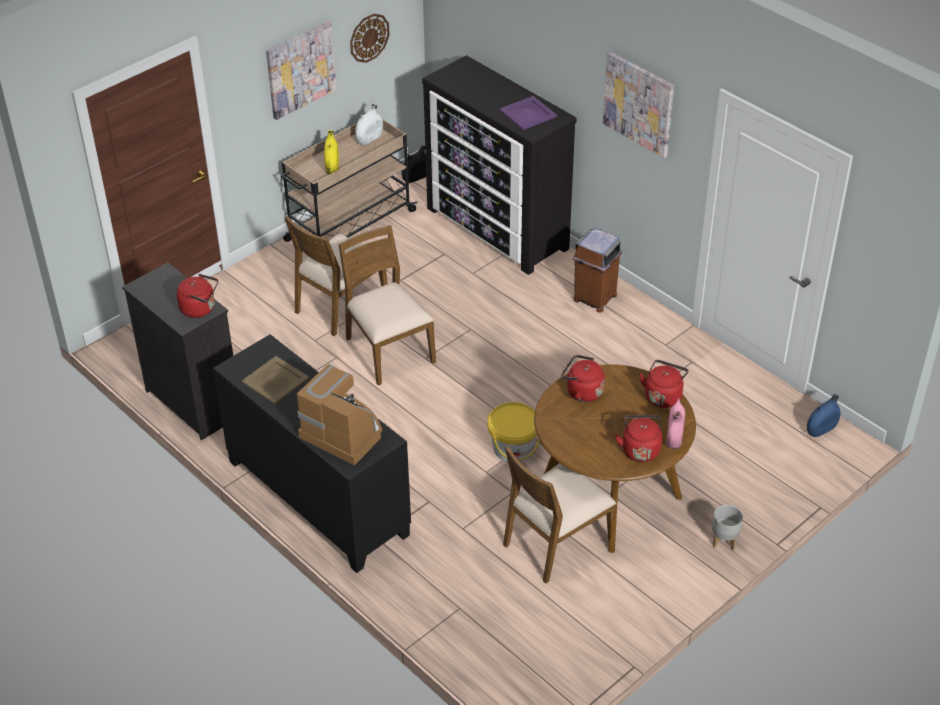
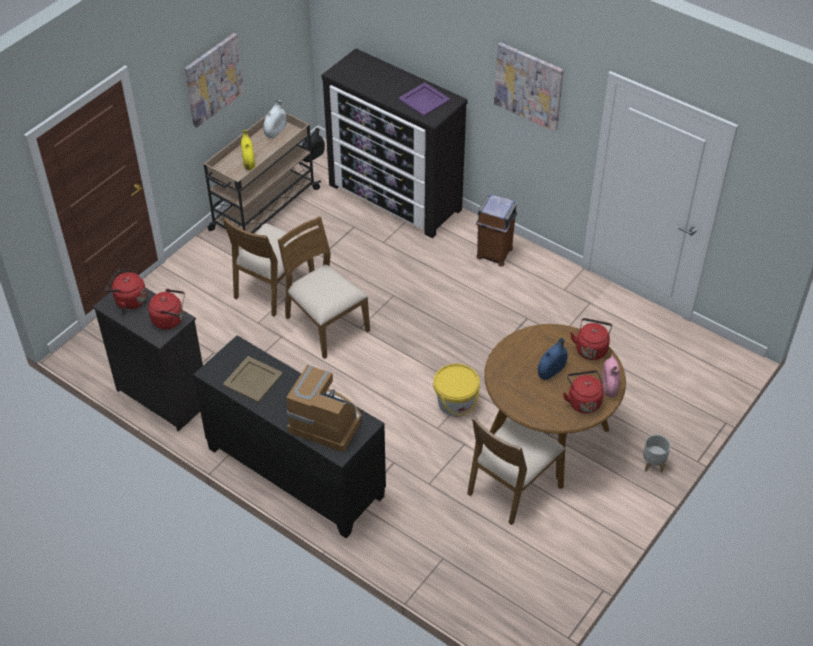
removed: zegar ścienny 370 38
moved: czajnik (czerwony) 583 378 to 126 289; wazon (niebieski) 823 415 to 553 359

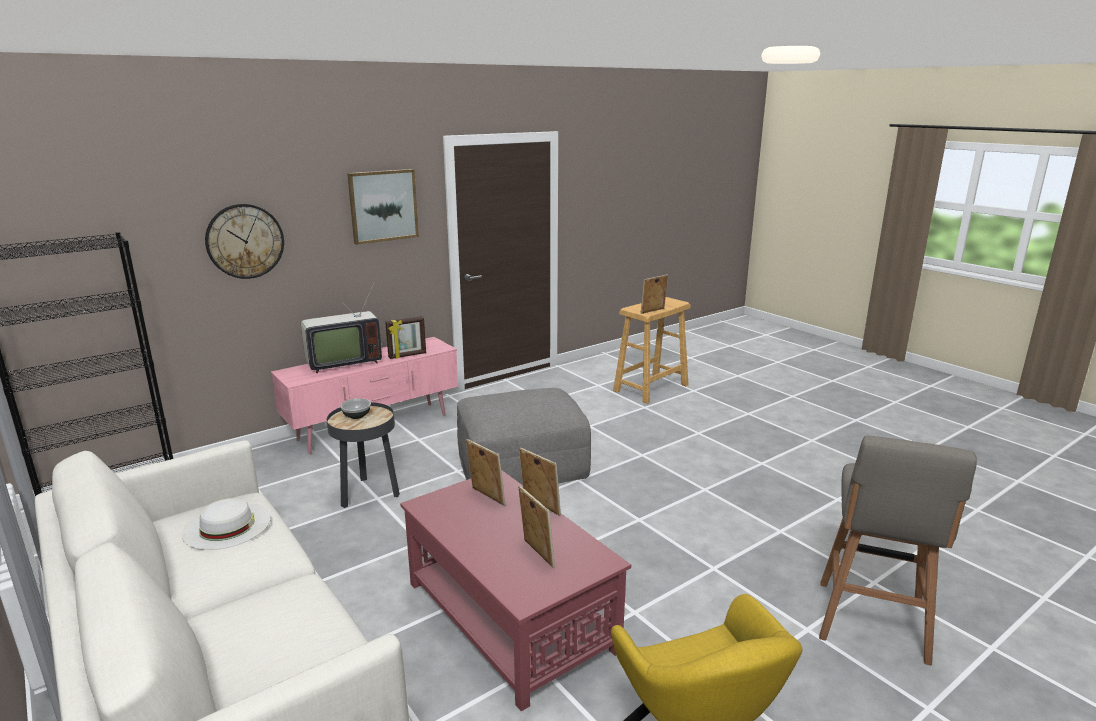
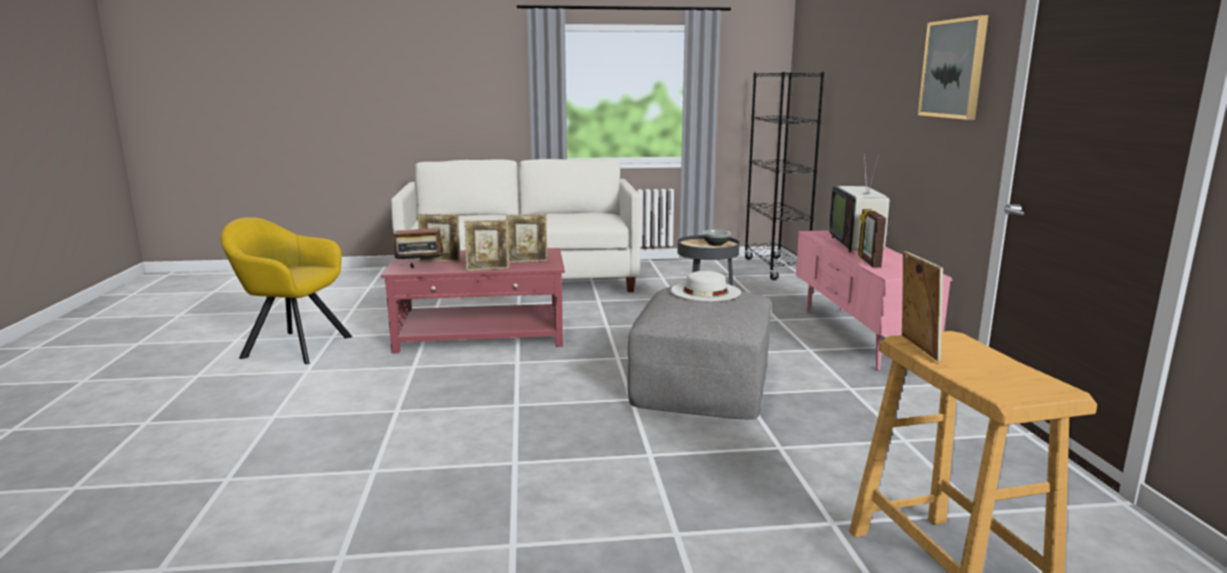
removed: zegar ścienny 244 241; stołek (szary) 898 550
added: radio 418 248
moved: kapelusz (biały) 226 524 to 706 286

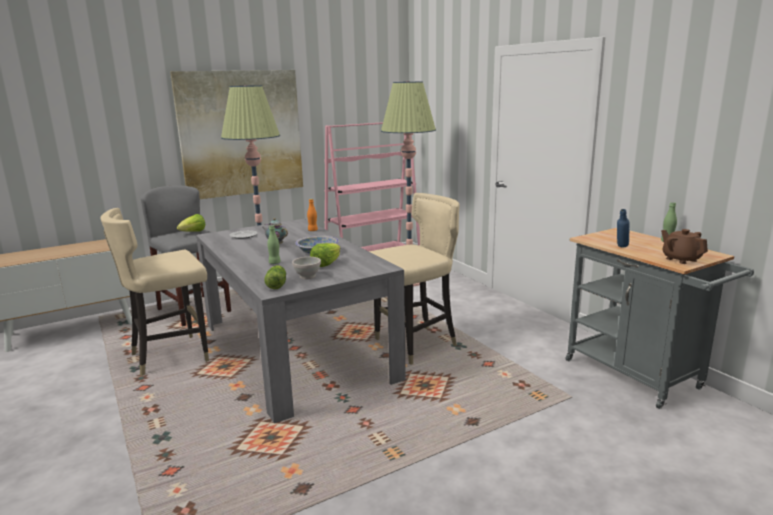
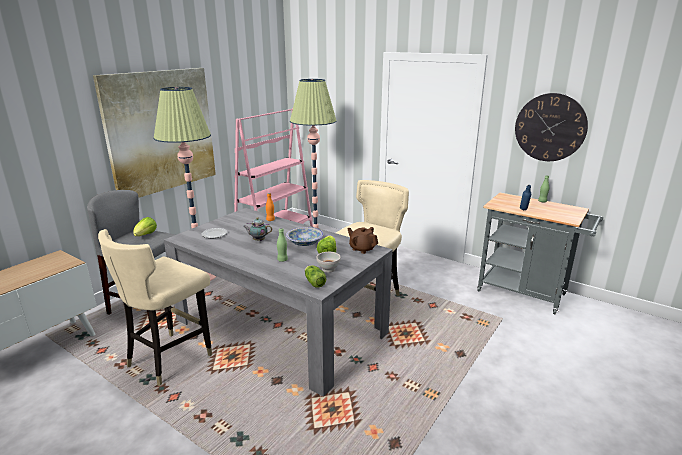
added: zegar ścienny 551 127
moved: imbryk (brązowy) 684 246 to 362 240

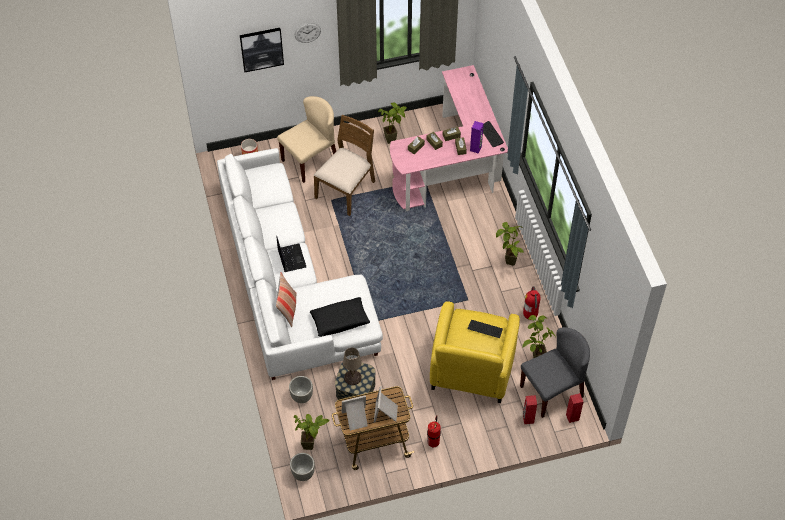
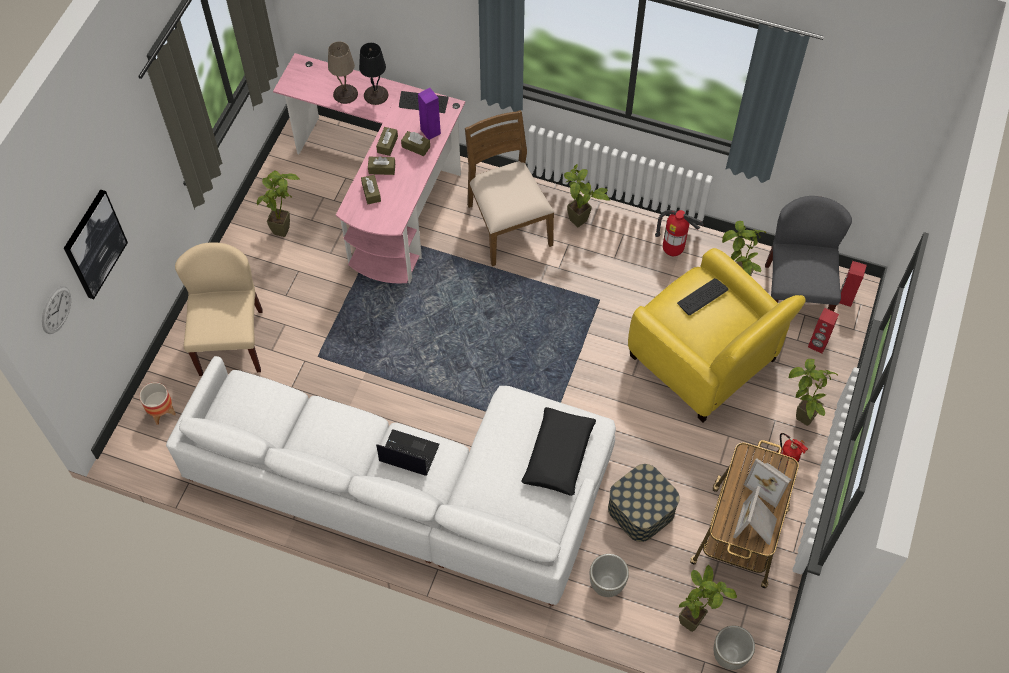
removed: poduszka 286 300
added: lampa stołowa (czarny) 373 74; roślina doniczkowa 813 392
moved: zegar ścienny 308 33 to 56 310; lampa stołowa (beżowy) 352 366 to 343 72; krzesło (brązowy) 344 165 to 509 188

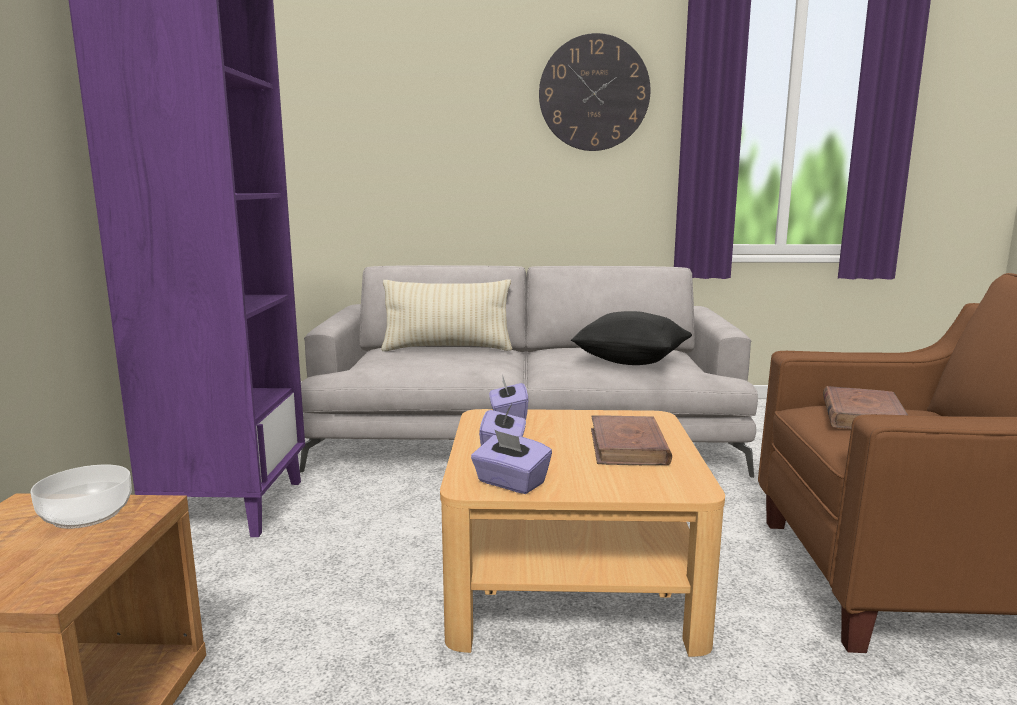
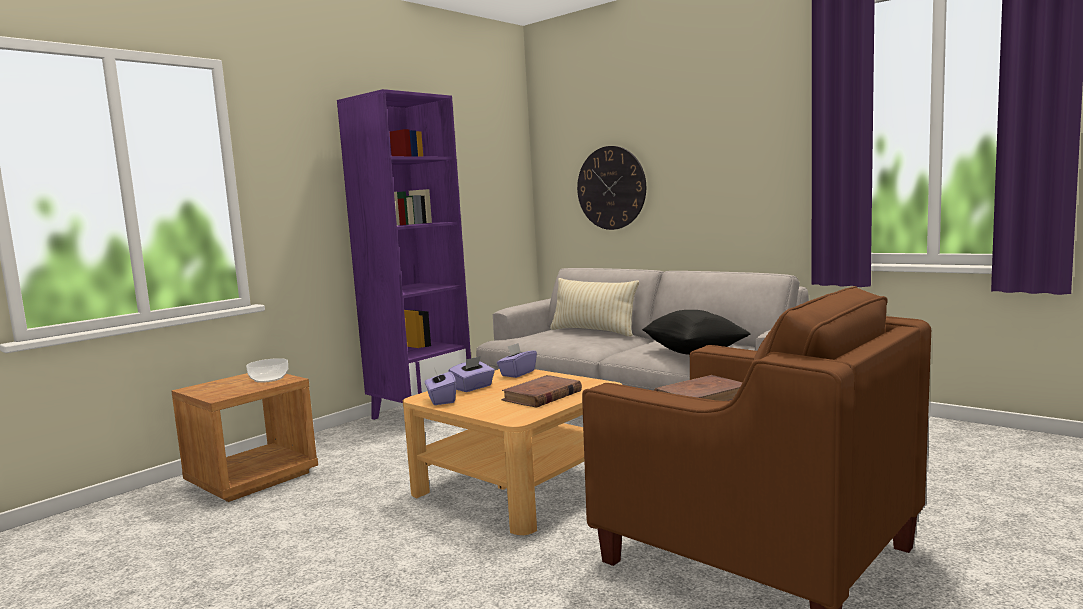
moved: zegar ścienny 595 92 to 611 188

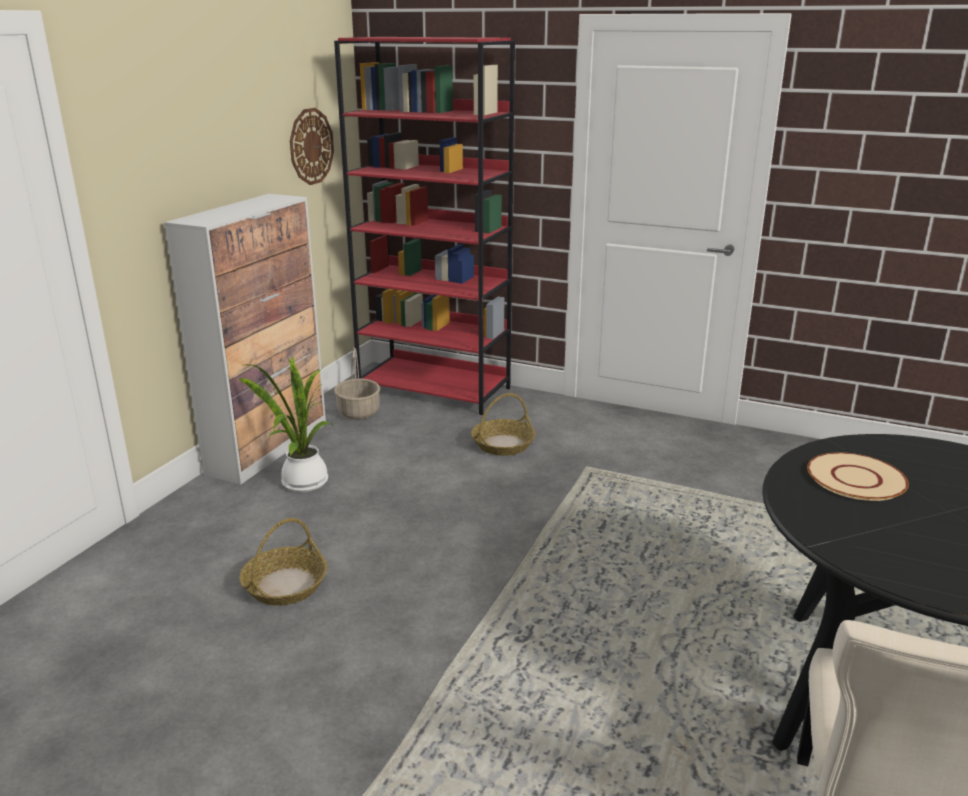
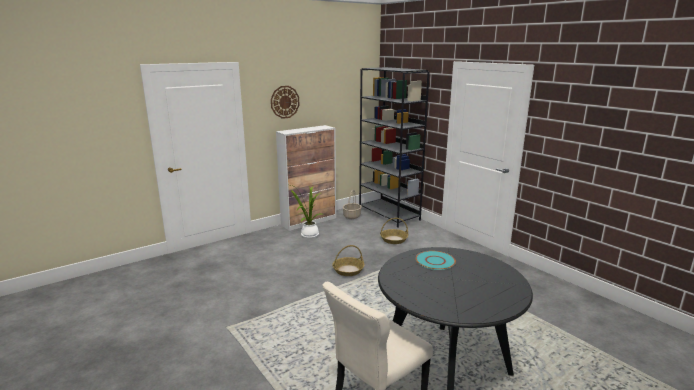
moved: zegar ścienny 312 146 to 285 102; koszyk 283 562 to 348 260
recoloured: regał (czerwony) 424 226 to regał (czarny) 394 147; talerz (beżowy) 858 476 to talerz (turkusowy) 436 260

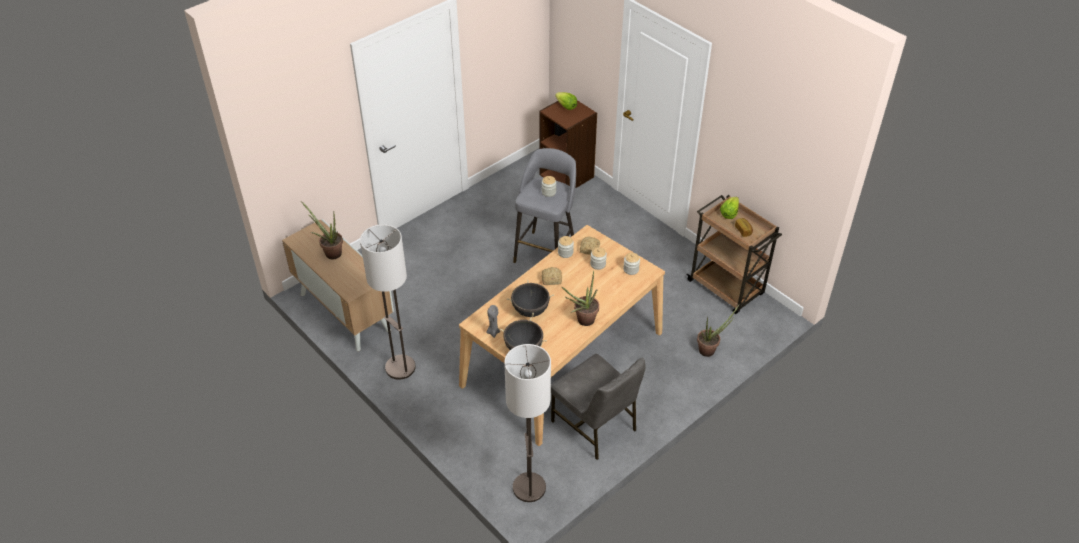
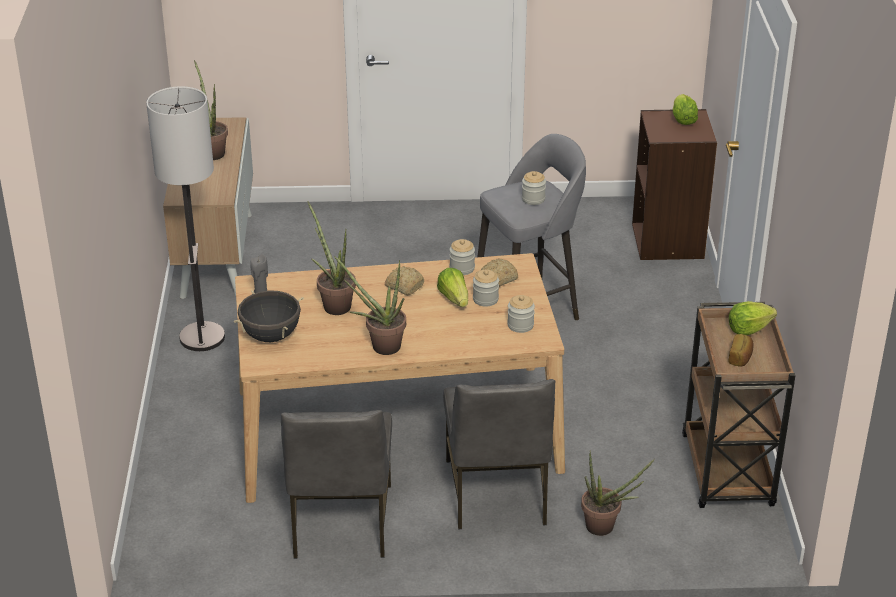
removed: lampa stojąca 527 423
added: sałata 452 287; krzesło (szary) 499 454
replaced: garnek (czarny) 530 299 to roślina doniczkowa 331 258

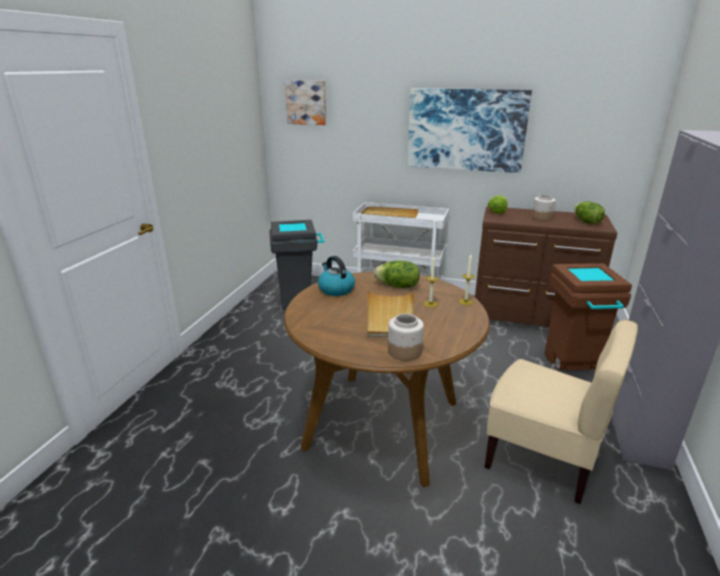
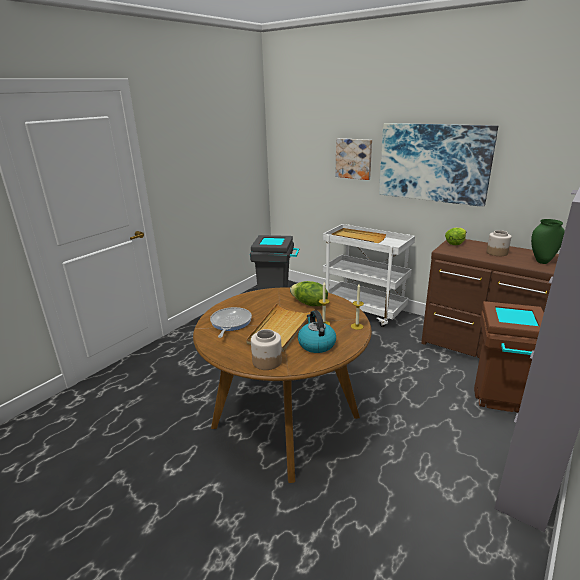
removed: krzesło (beżowy) 561 412
added: patelnia 231 322
moved: czajnik 336 276 to 317 331; obraz 305 102 to 353 159
replaced: sałata 589 212 to wazon (zielony) 548 241

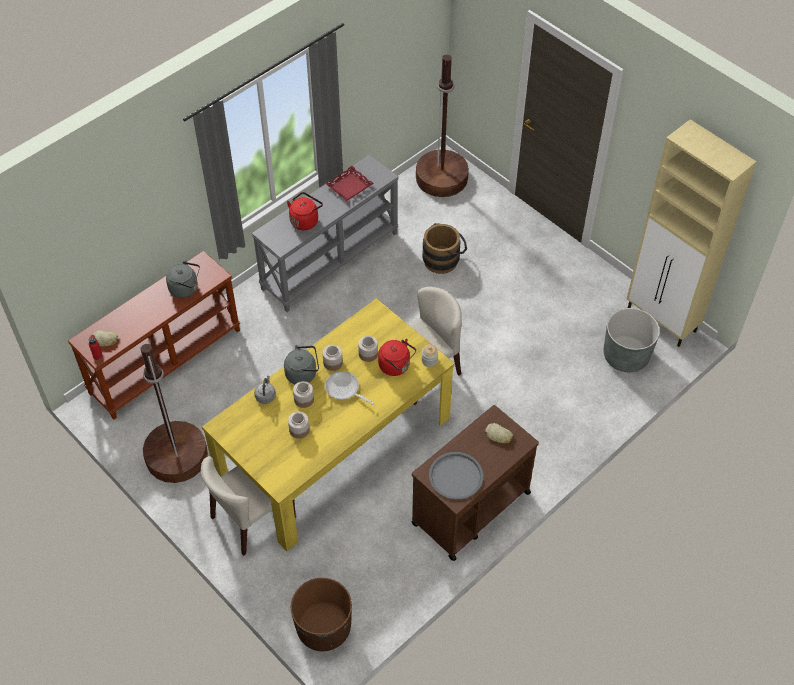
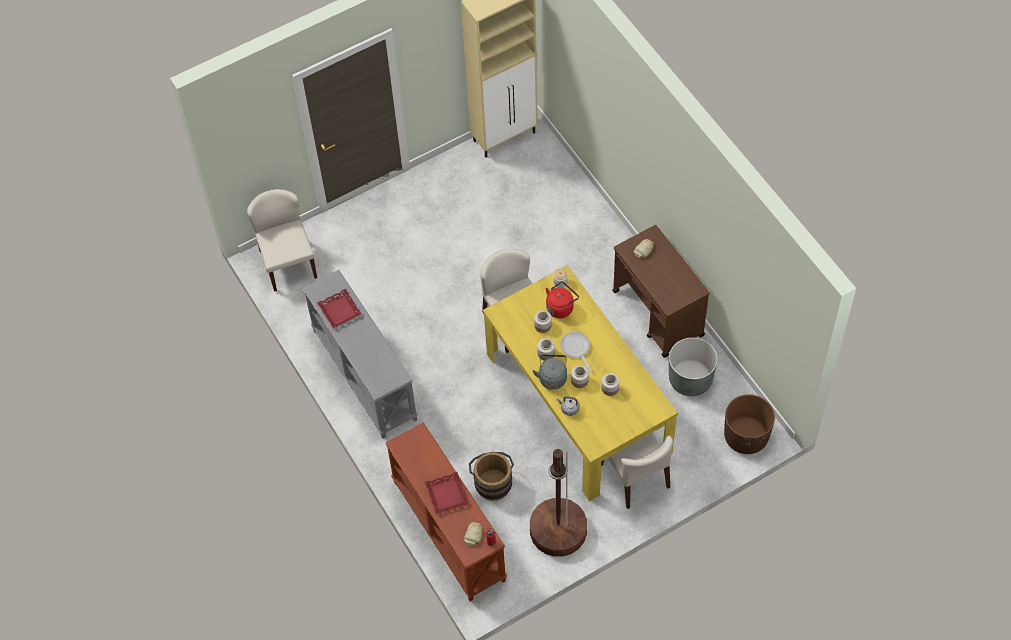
removed: czajnik (szary) 183 279; czajnik (czerwony) 305 211; taca (szary) 456 476
added: taca (czerwony) 447 493
moved: wiadro (brązowy) 444 248 to 491 476; donica (szary) 632 340 to 693 366
replaced: lampa stojąca (brązowy) 442 125 to krzesło (beżowy) 282 240
turned: patelnia 349 388 = 576 351 105 degrees clockwise

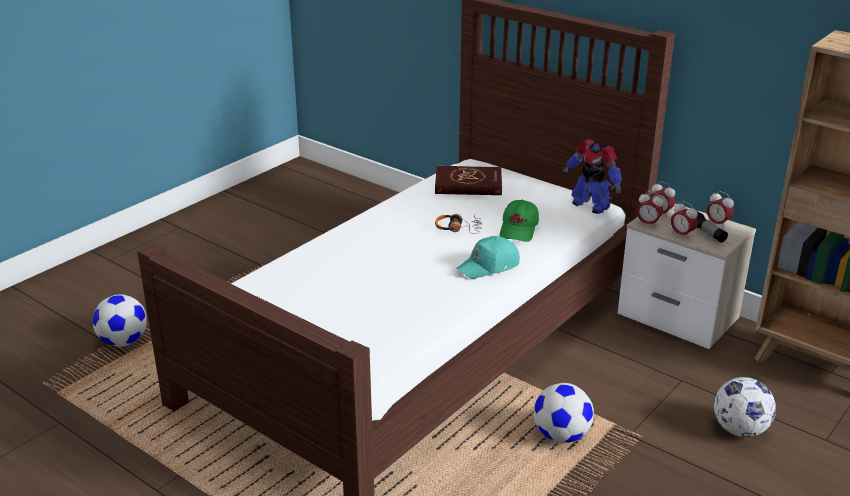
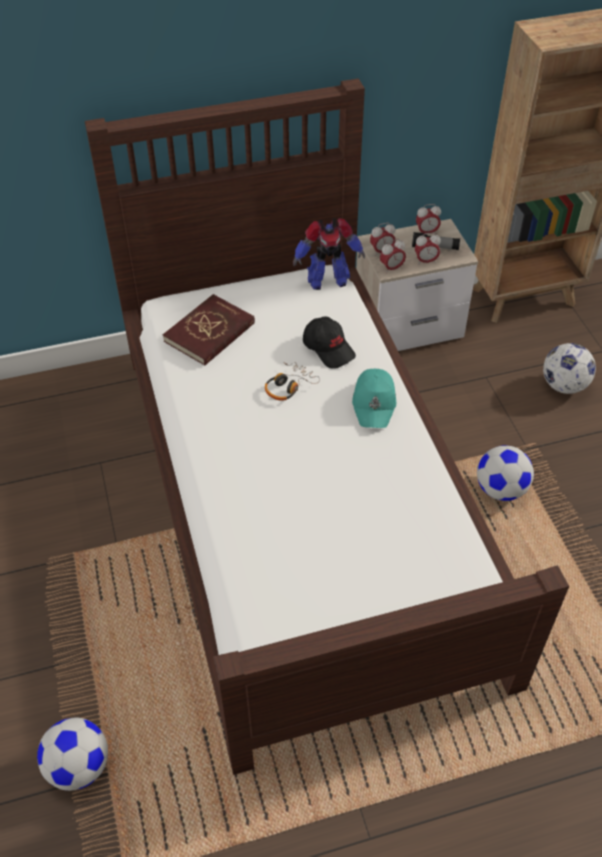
recoloured: czapka z daszkiem (zielony) 519 221 to czapka z daszkiem (czarny) 329 342

